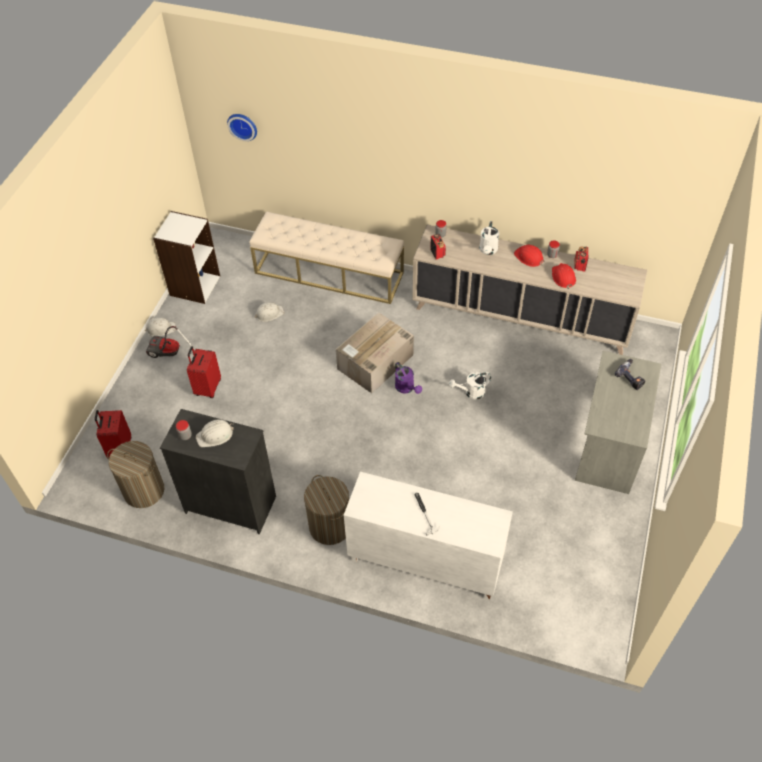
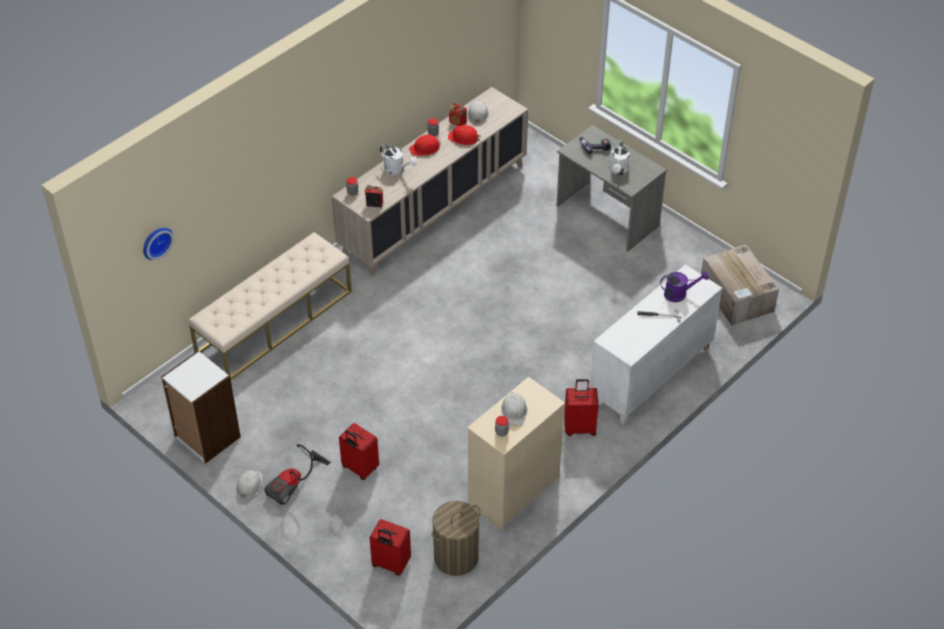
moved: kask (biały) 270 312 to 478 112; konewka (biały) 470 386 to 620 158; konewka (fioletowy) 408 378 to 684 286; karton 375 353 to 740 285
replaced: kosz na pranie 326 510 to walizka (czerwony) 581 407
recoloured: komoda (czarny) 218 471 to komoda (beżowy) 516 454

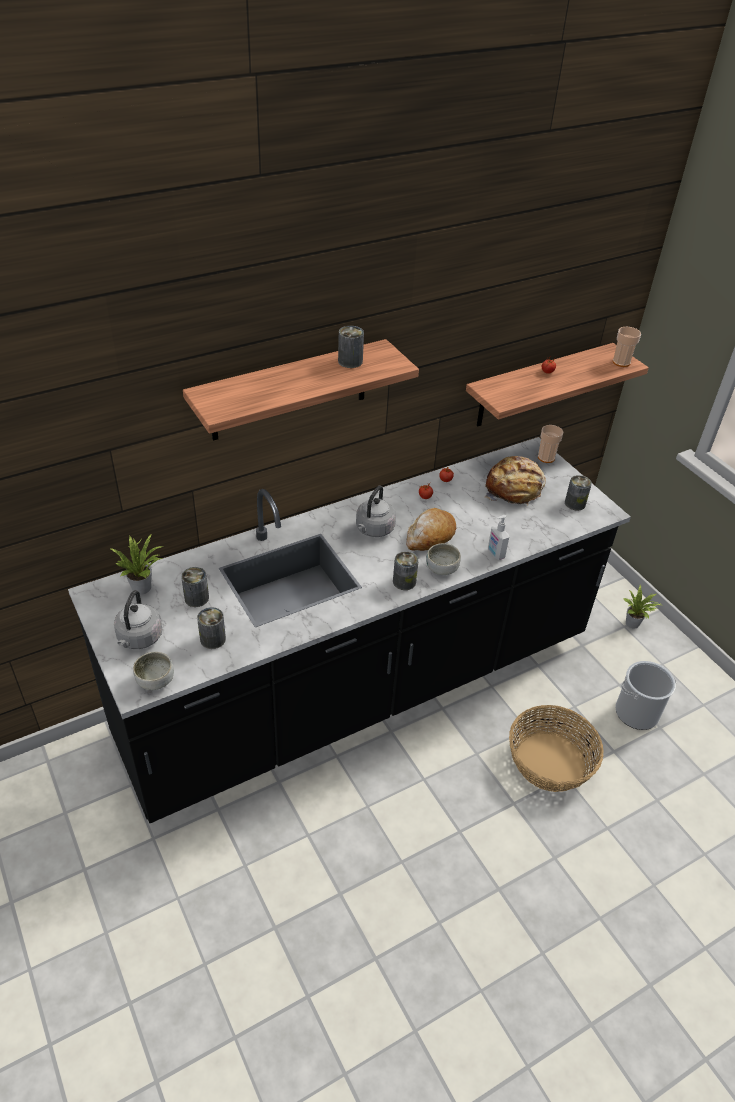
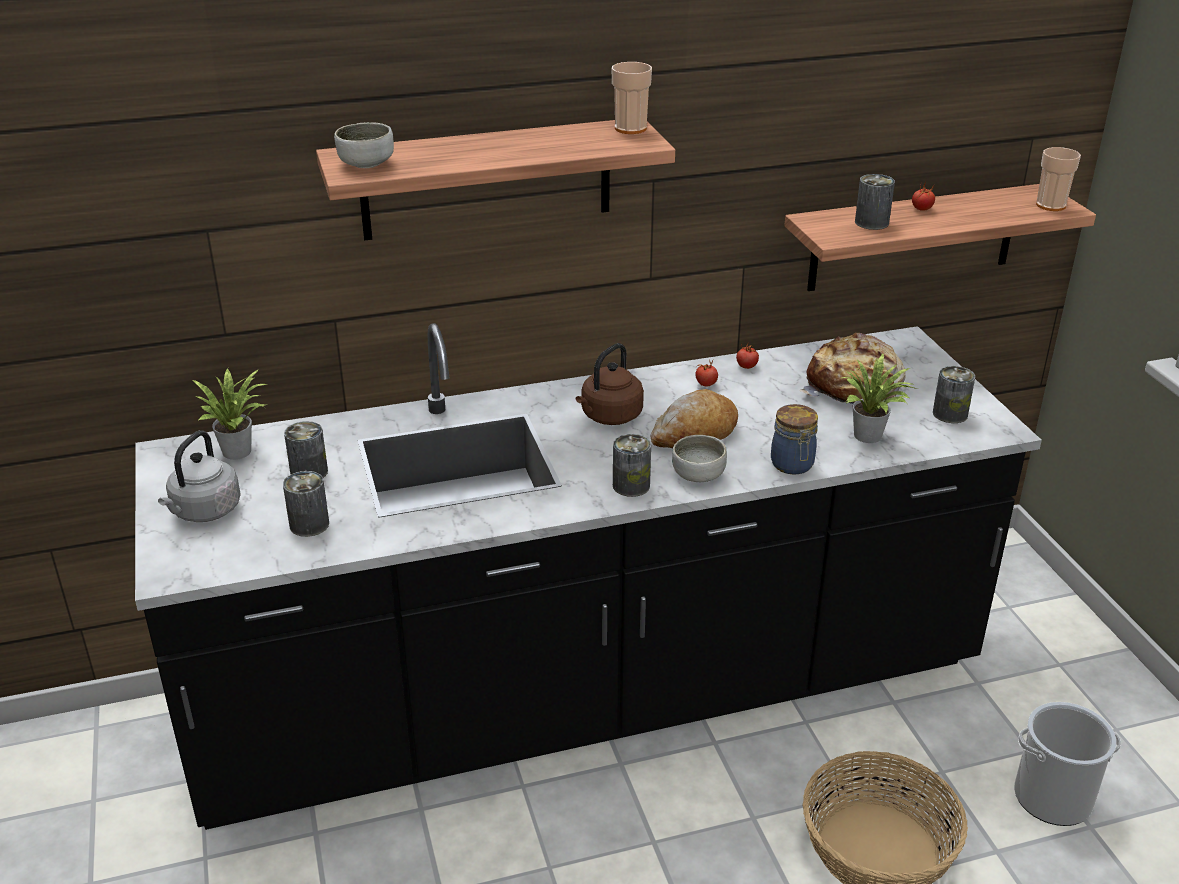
moved: miska 153 671 to 364 145; filiżanka 550 444 to 632 98; roślina doniczkowa 642 607 to 880 398; puszka 351 347 to 875 202
replaced: dozownik mydła 498 537 to słoik 794 439
recoloured: czajnik (szary) 376 511 to czajnik (brązowy) 610 384

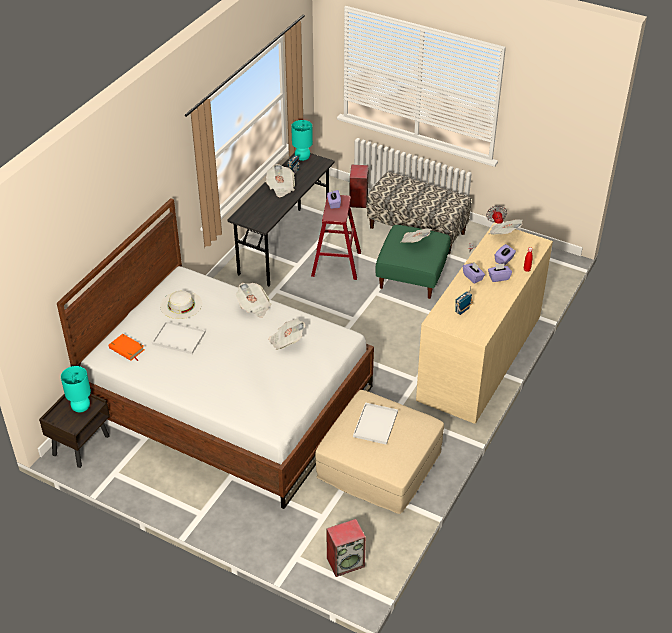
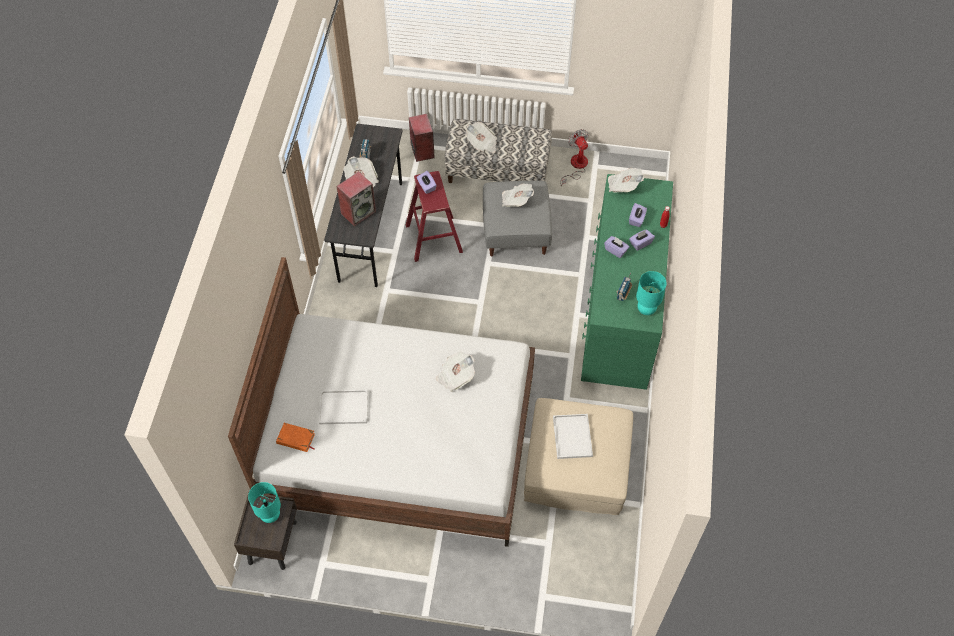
removed: kapelusz (biały) 181 305
moved: głośnik 346 548 to 356 199; gazeta 254 300 to 481 137; lampa stołowa (turkusowy) 302 140 to 651 293
recoloured: pufa (zielony) 413 262 to pufa (szary) 517 218; komoda (beżowy) 484 323 to komoda (zielony) 627 282

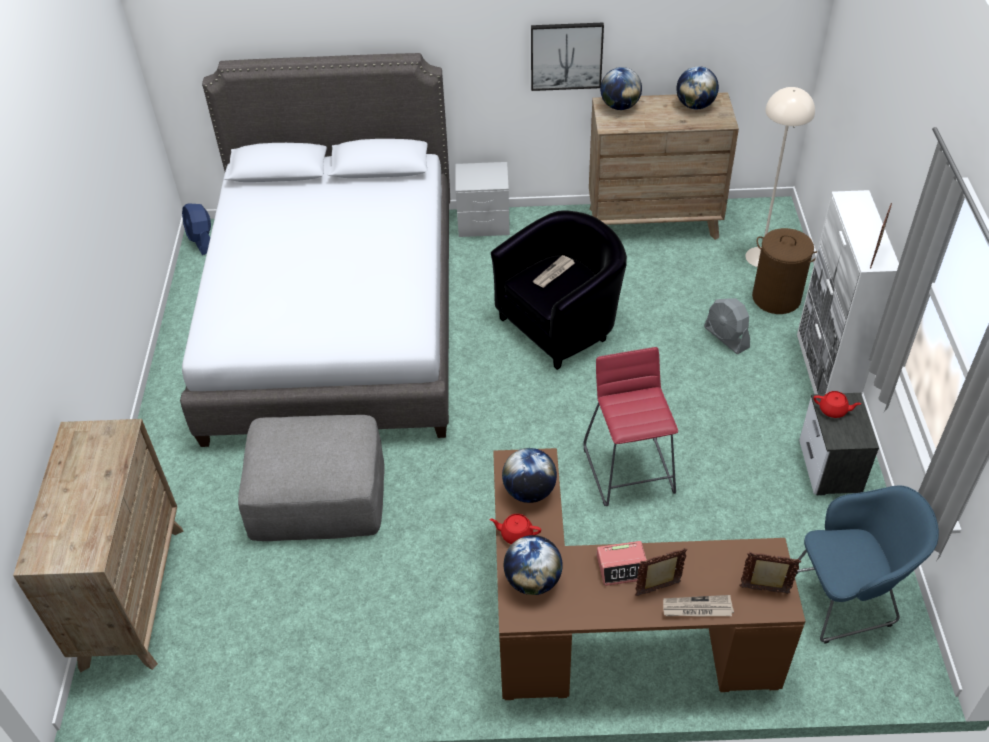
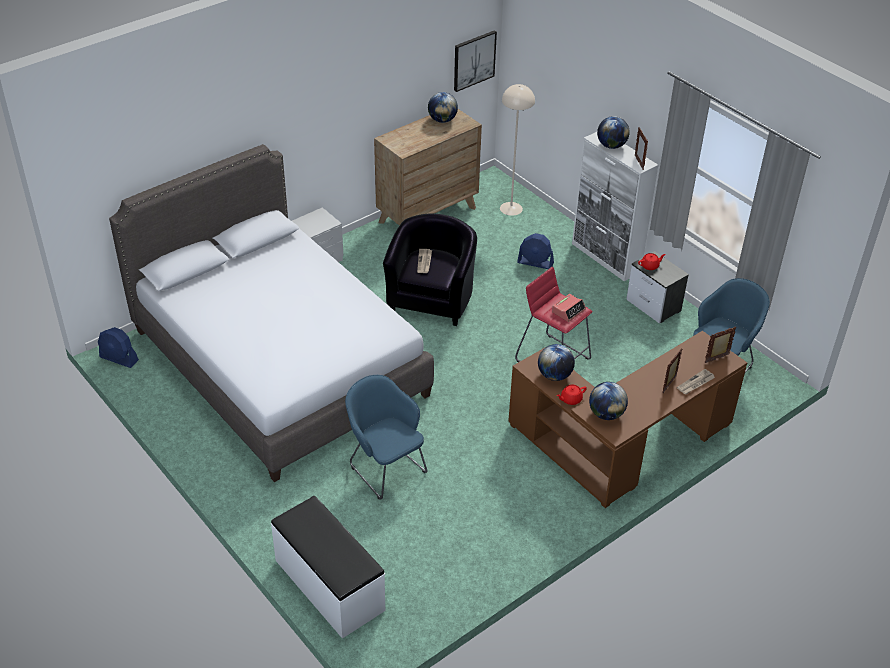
removed: kosz na pranie (brązowy) 784 271
moved: obraz 567 57 to 475 61; budzik 622 563 to 569 308; globus 621 88 to 613 132
replaced: komoda (brązowy) 98 546 to ławka (biały) 328 567; pufa (szary) 311 478 to fotel (niebieski) 386 437
recoloured: wentylator (szary) 727 326 to wentylator (niebieski) 535 251

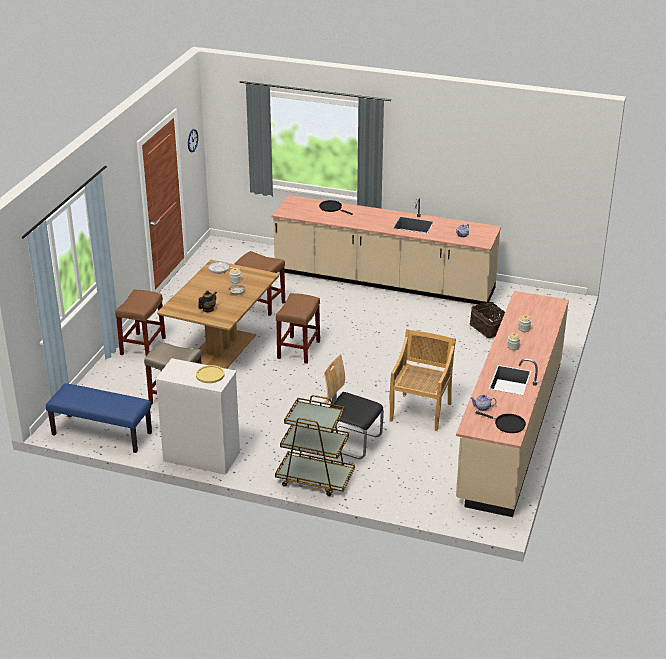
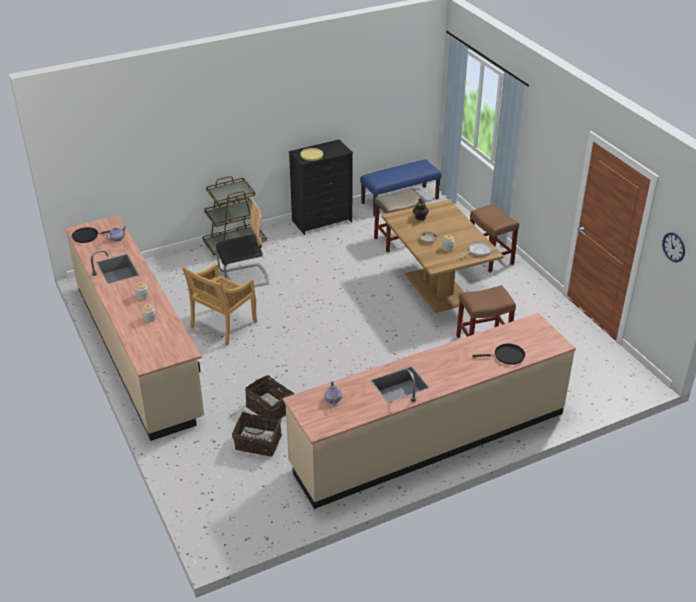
removed: stołek (brązowy) 298 328
added: koszyk 269 397
recoloured: komoda (biały) 197 416 to komoda (czarny) 321 187
turned: krzesło (beżowy) 422 380 = 219 304 60 degrees clockwise

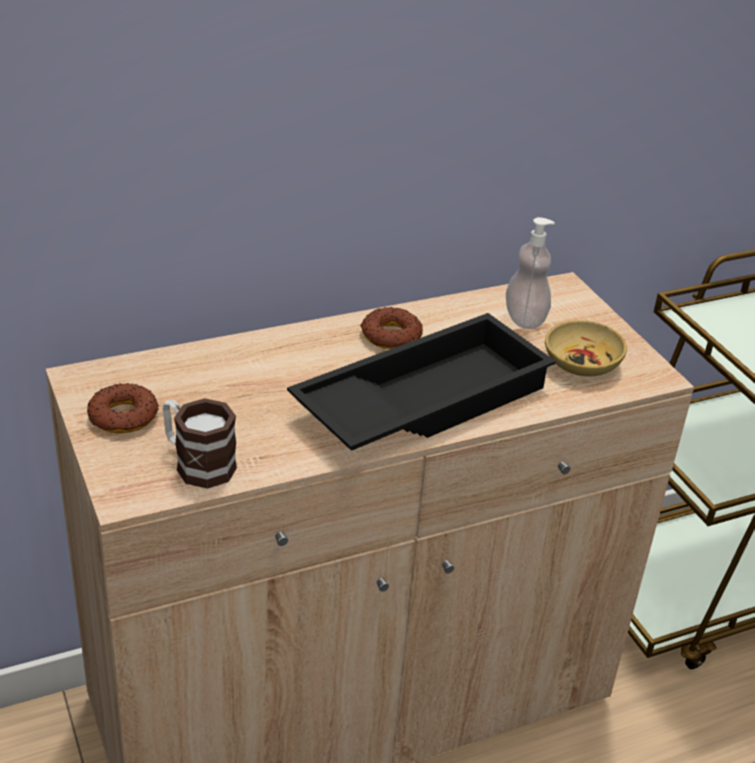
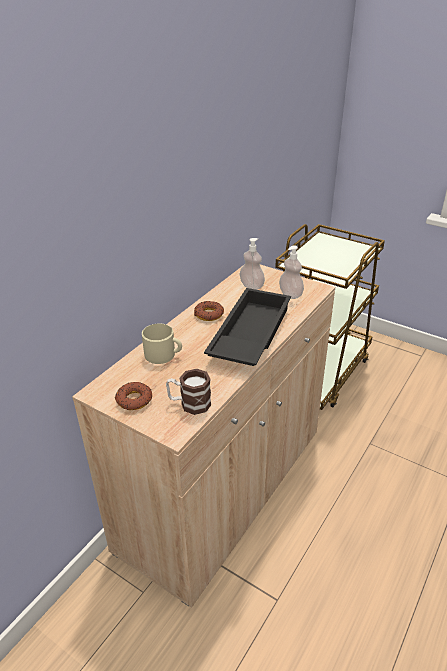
added: kubek (beżowy) 162 343
replaced: miska (beżowy) 586 348 to dozownik mydła 291 272

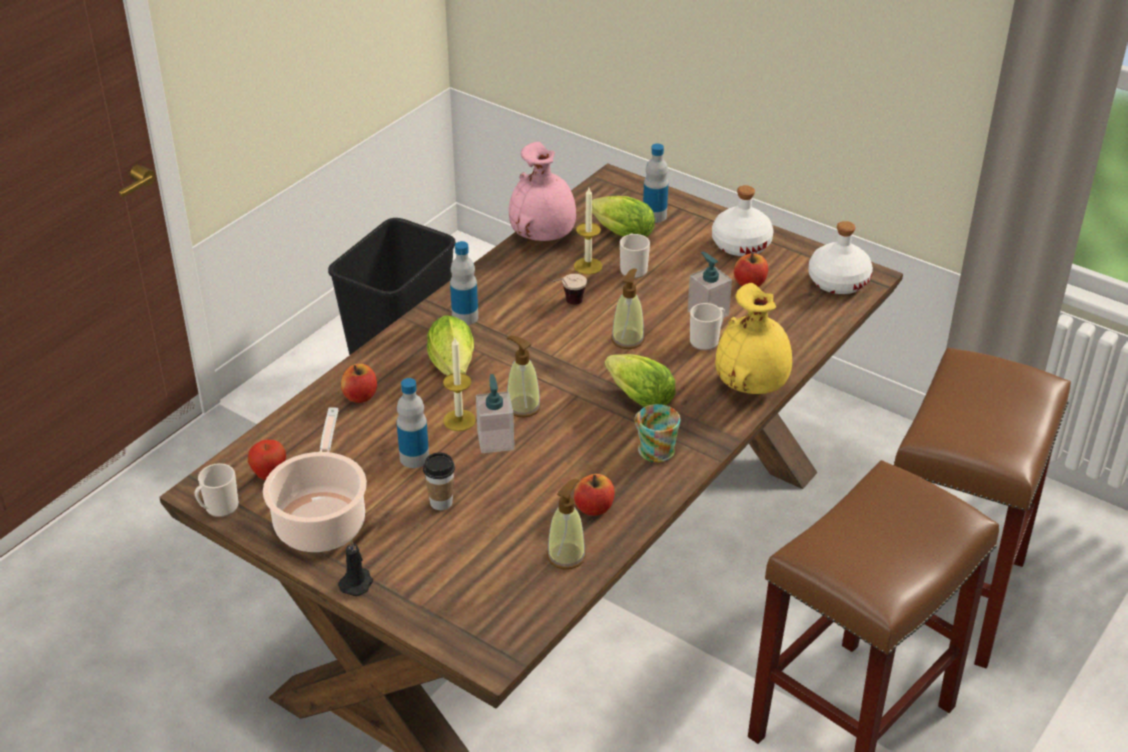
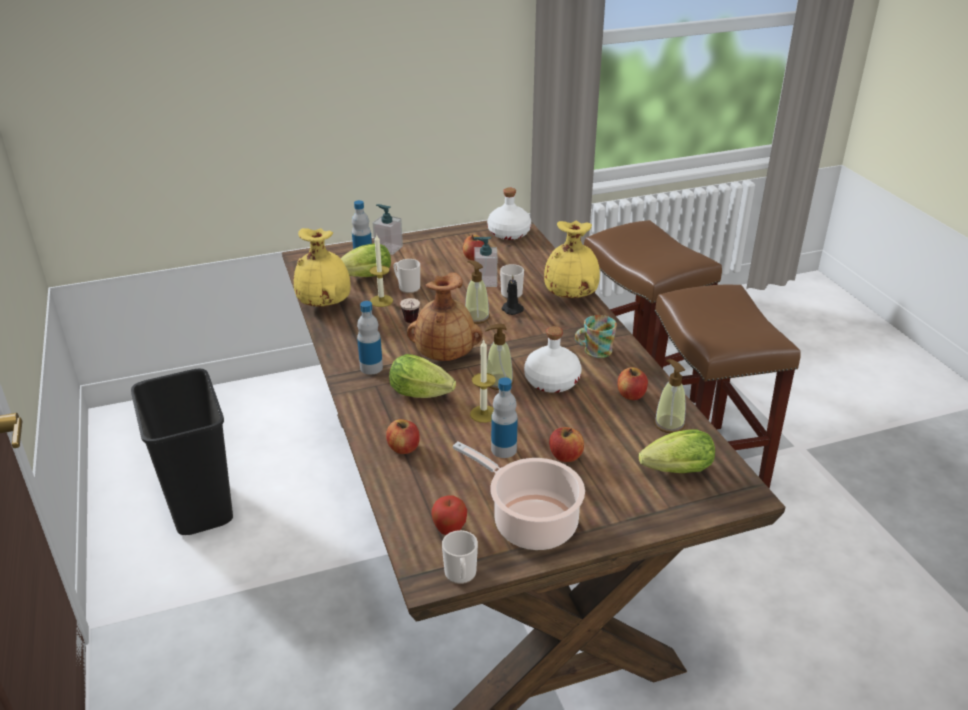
added: wazon (brązowy) 445 316
moved: dozownik mydła 495 413 to 388 229; świeca (czarny) 355 567 to 512 295; butelka (biały) 742 220 to 553 359; sałata 640 380 to 677 451
replaced: filiżanka 439 481 to jabłko 566 444
recoloured: wazon (różowy) 542 191 to wazon (żółty) 322 267

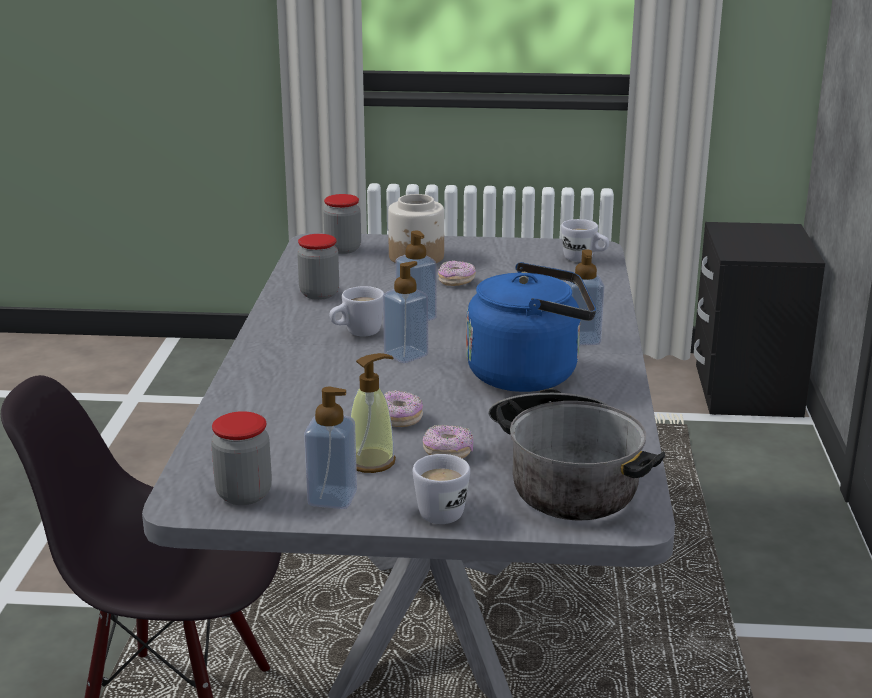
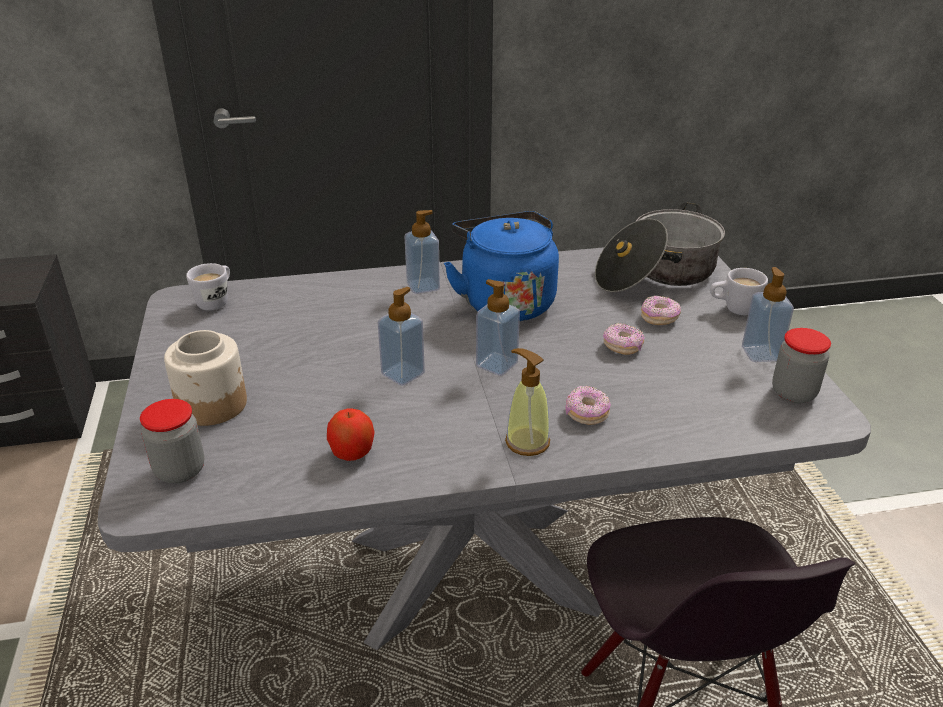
removed: kubek (biały) 356 311
moved: dozownik mydła 373 413 to 527 402; donut 457 273 to 588 405
replaced: słoik 318 267 to jabłko 350 435

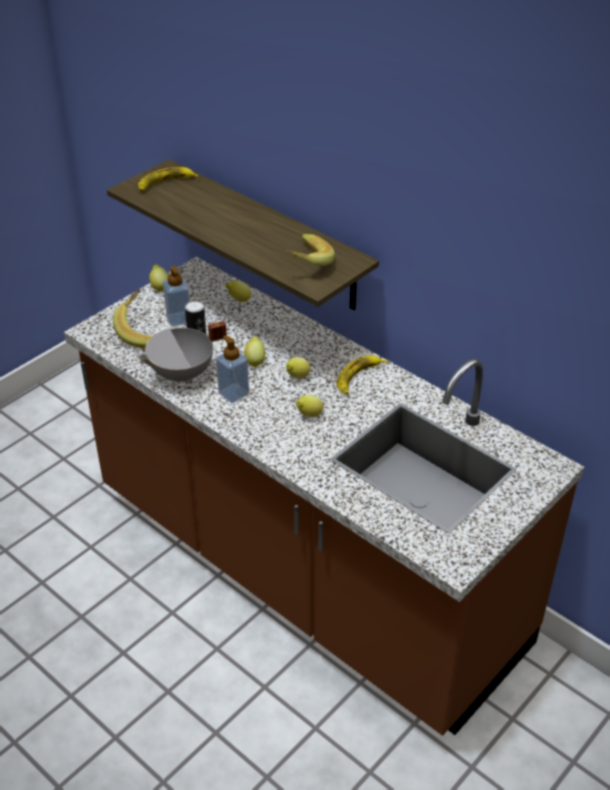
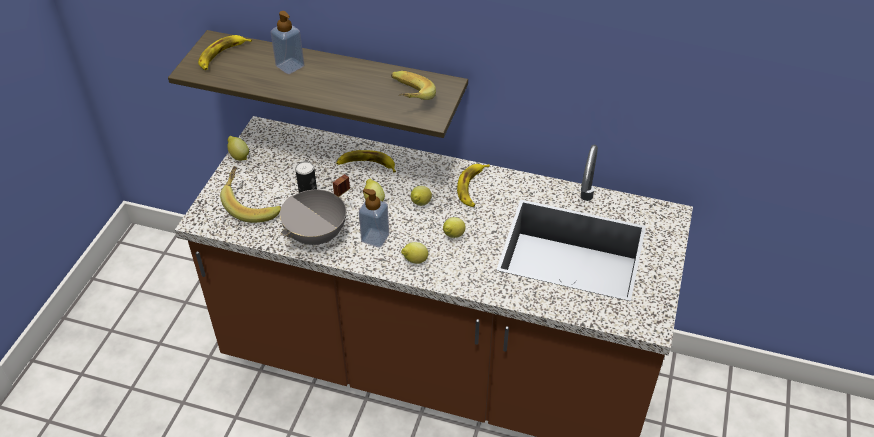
added: banan 366 161
moved: dozownik mydła 176 296 to 287 42; cytryna 238 291 to 414 253

